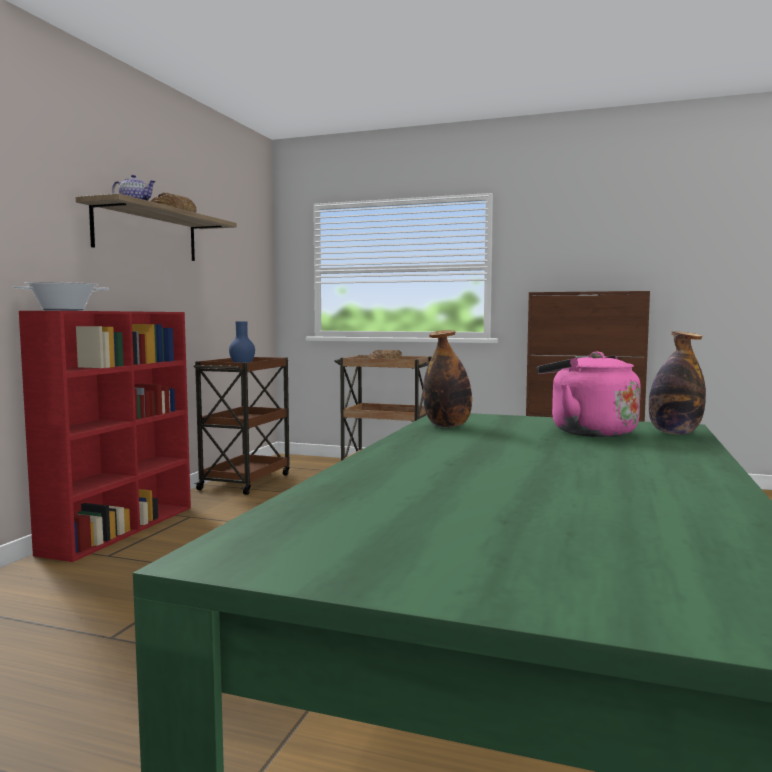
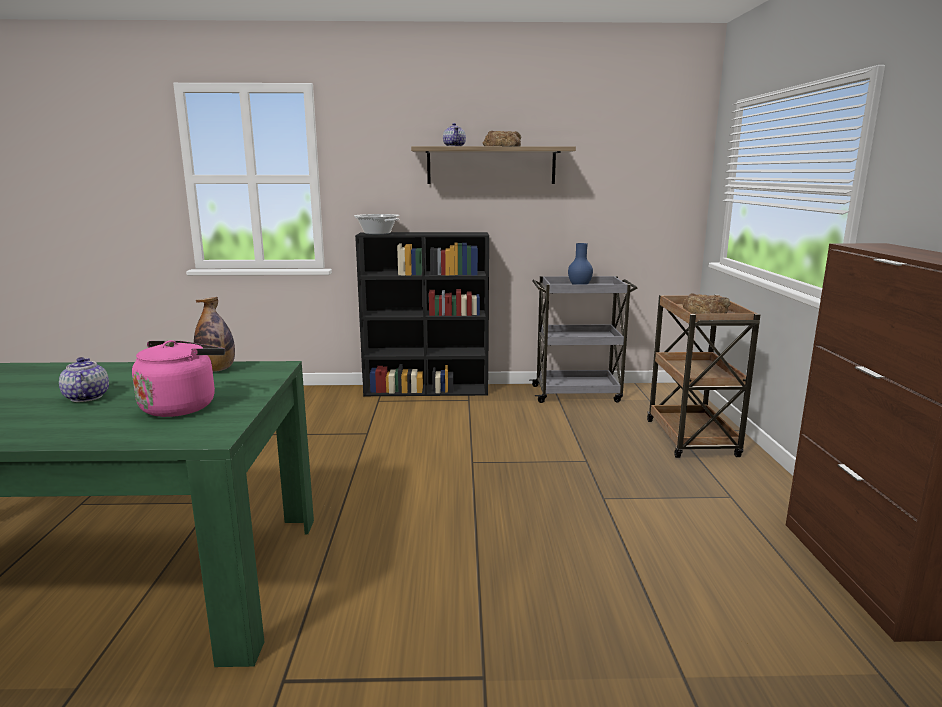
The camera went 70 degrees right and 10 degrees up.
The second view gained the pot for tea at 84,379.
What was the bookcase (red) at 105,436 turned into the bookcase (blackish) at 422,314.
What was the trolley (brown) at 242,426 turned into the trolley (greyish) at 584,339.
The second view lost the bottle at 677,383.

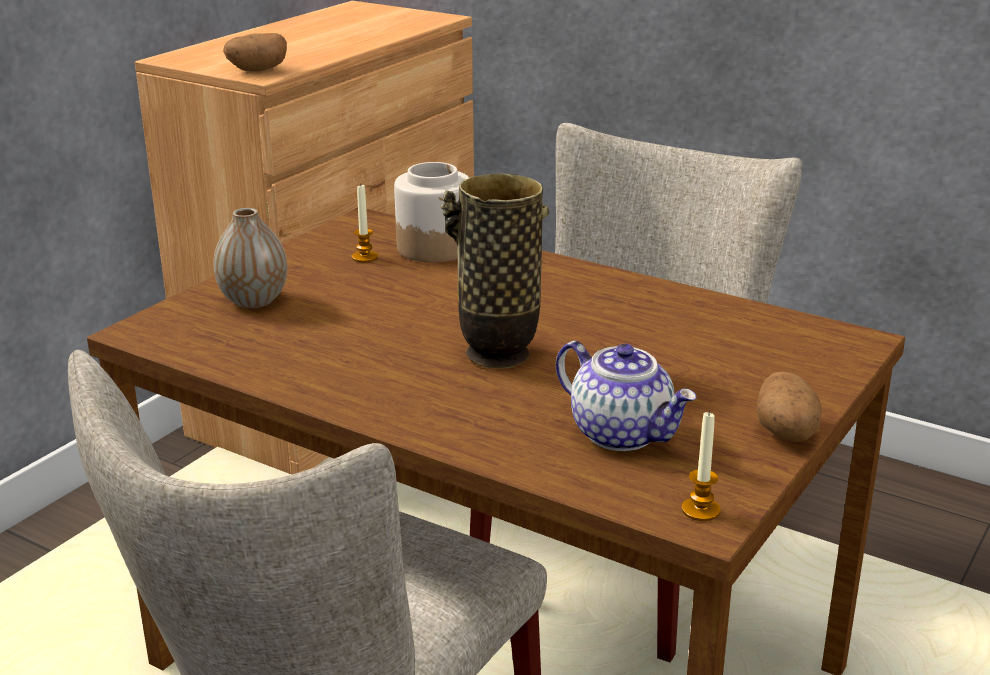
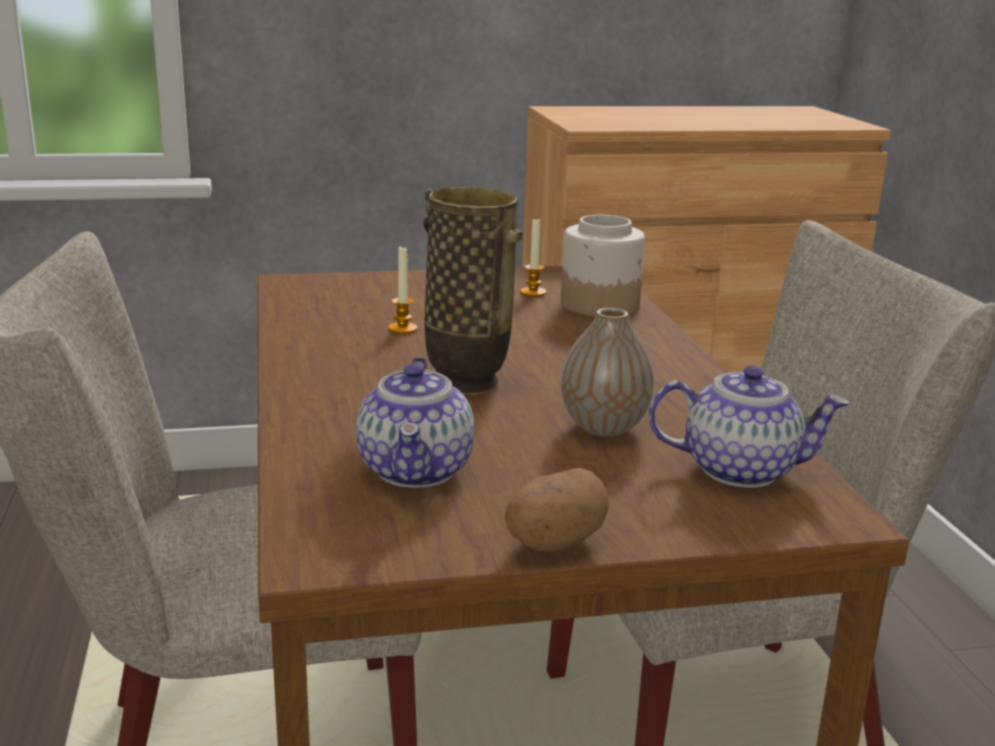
The camera went 45 degrees right and 5 degrees down.
The wax light ended up elsewhere, having gone from 701,466 to 402,290.
The vase ended up elsewhere, having gone from 250,258 to 607,372.
The second view gained the pot for tea at 749,426.
The second view lost the potato at 255,52.

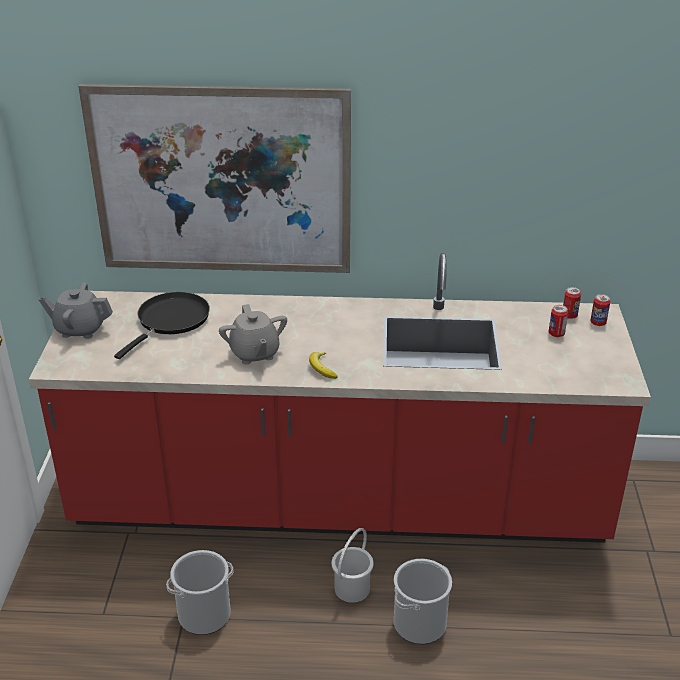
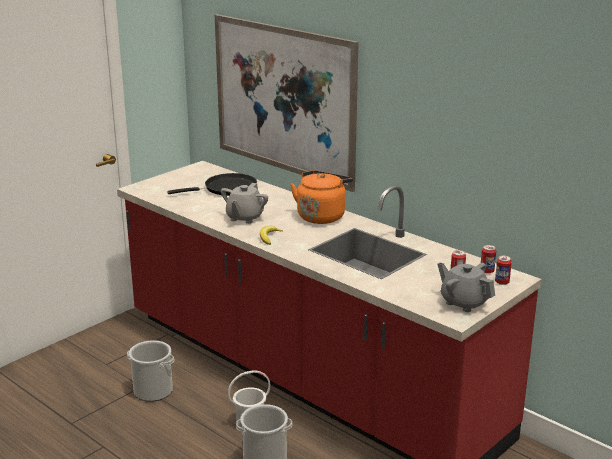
The camera went 40 degrees right and 10 degrees down.
The second view gained the water kettle (orange) at 321,197.
The pot for tea (greyish) ended up elsewhere, having gone from 76,310 to 466,287.

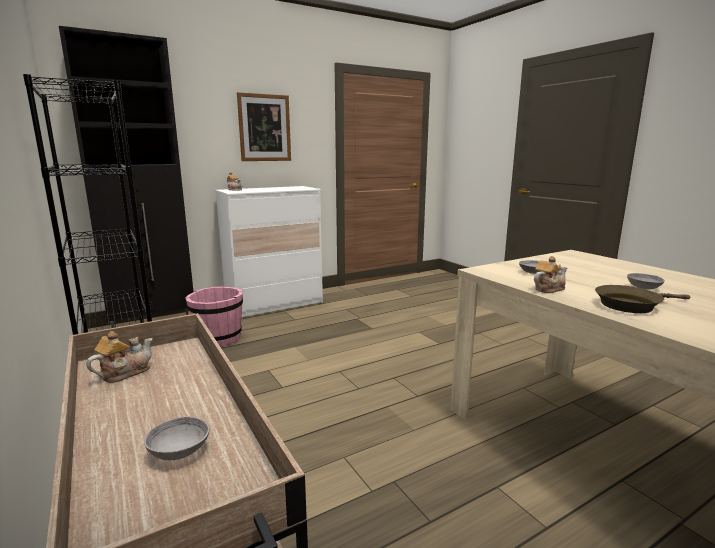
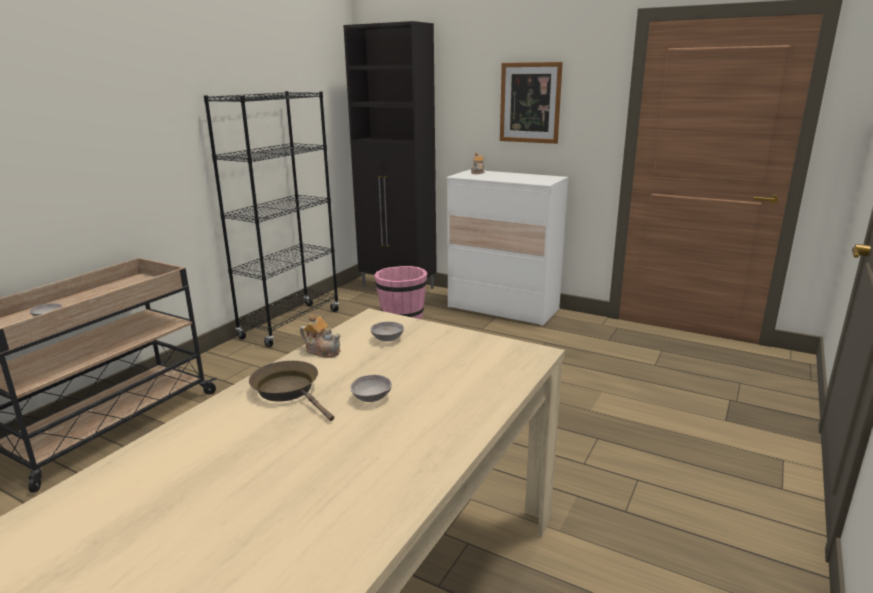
The camera went 60 degrees right and 5 degrees up.
The second view lost the pot for tea at 119,357.

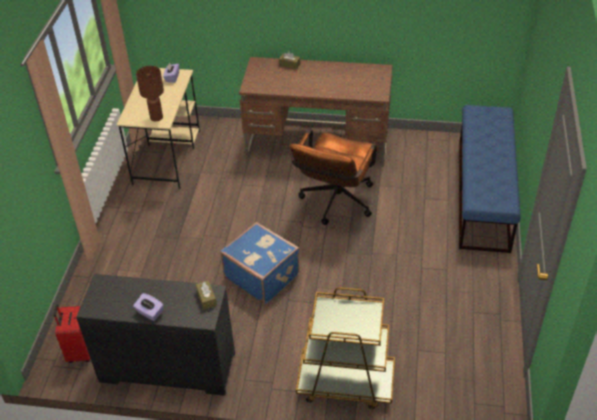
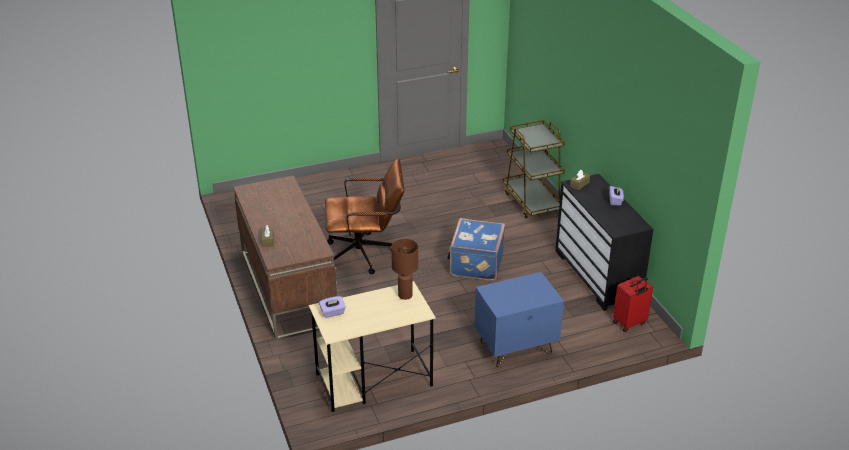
The camera went 120 degrees left and 10 degrees down.
The second view gained the night table (blue-coloured) at 519,319.
The second view lost the bench (blue-coloured) at 490,179.

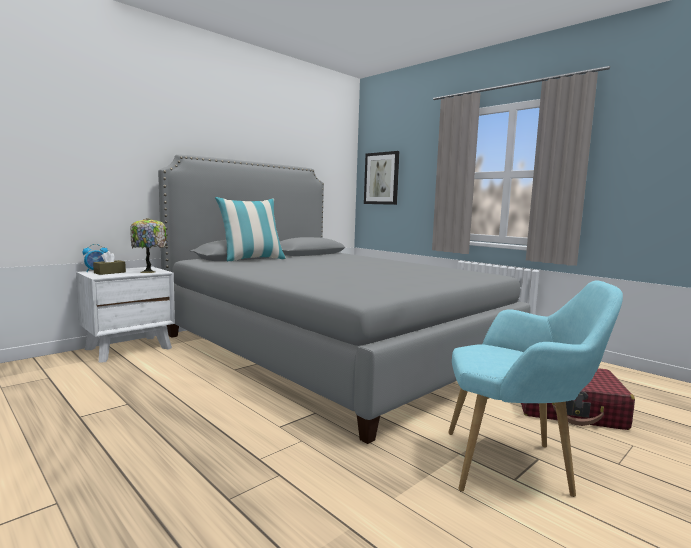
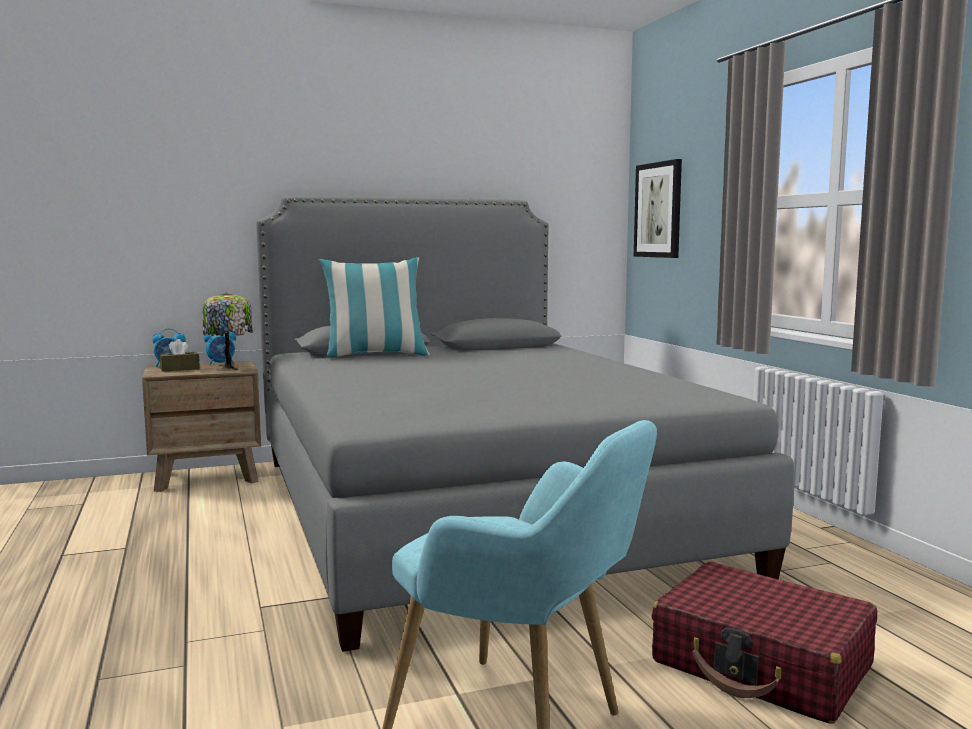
The camera went 25 degrees right and 0 degrees up.
What was the night table (whitish) at 125,315 turned into the night table (brown) at 201,426.
The second view gained the alarm clock at 220,348.

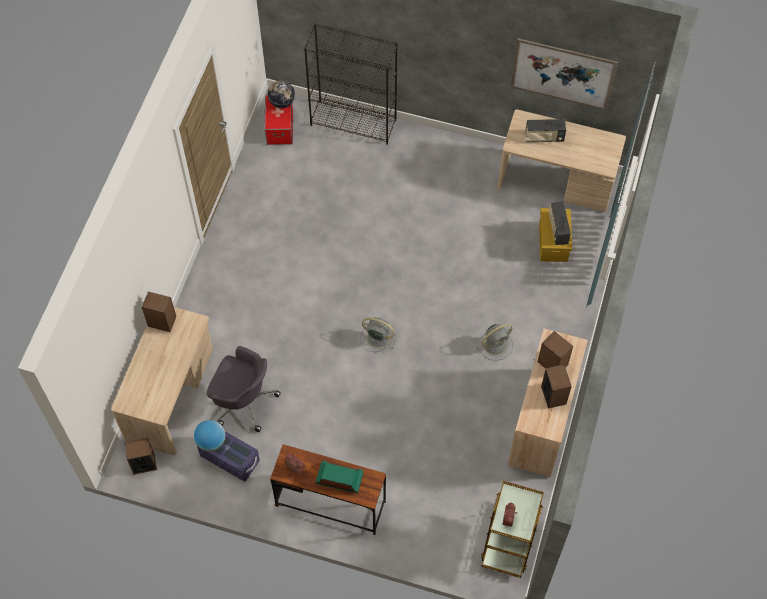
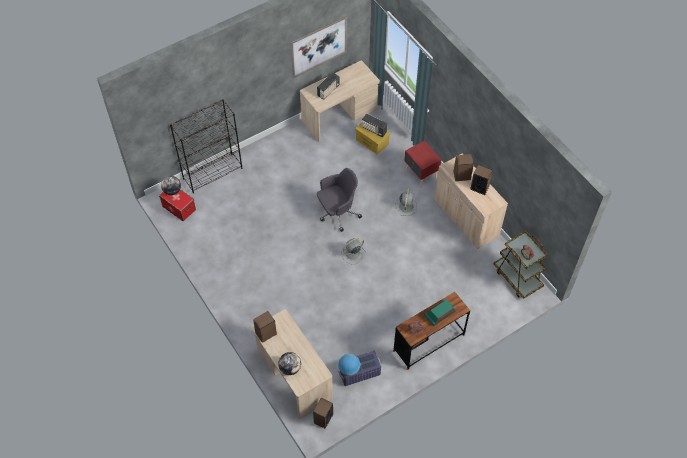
The camera went 50 degrees left and 5 degrees down.
The second view gained the desk globe at 289,363.
The computer chair (greyish) ended up elsewhere, having gone from 244,389 to 339,200.
The second view gained the night table (red) at 422,163.

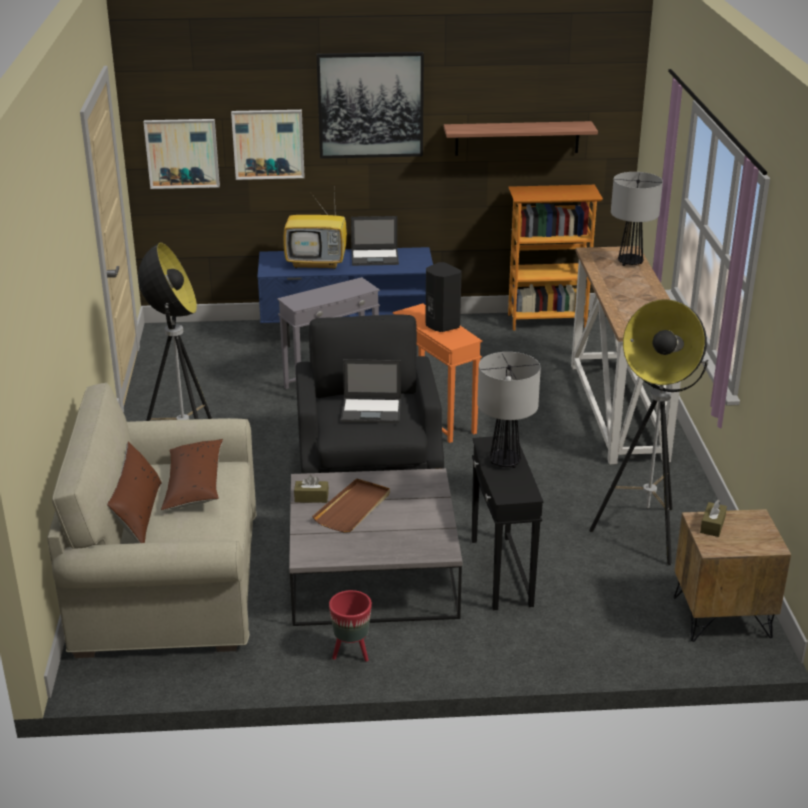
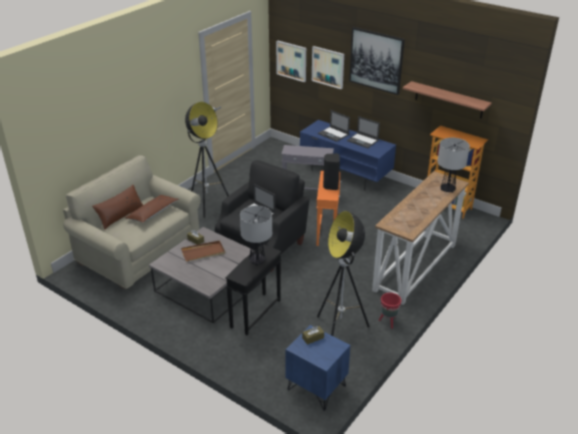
The camera went 40 degrees right and 5 degrees up.
What was the night table (brown) at 732,575 turned into the night table (blue-coloured) at 317,368.
Where the television stood at 315,229, the notebook computer came to stand at 334,126.
The flower pot (red) ended up elsewhere, having gone from 350,626 to 390,311.

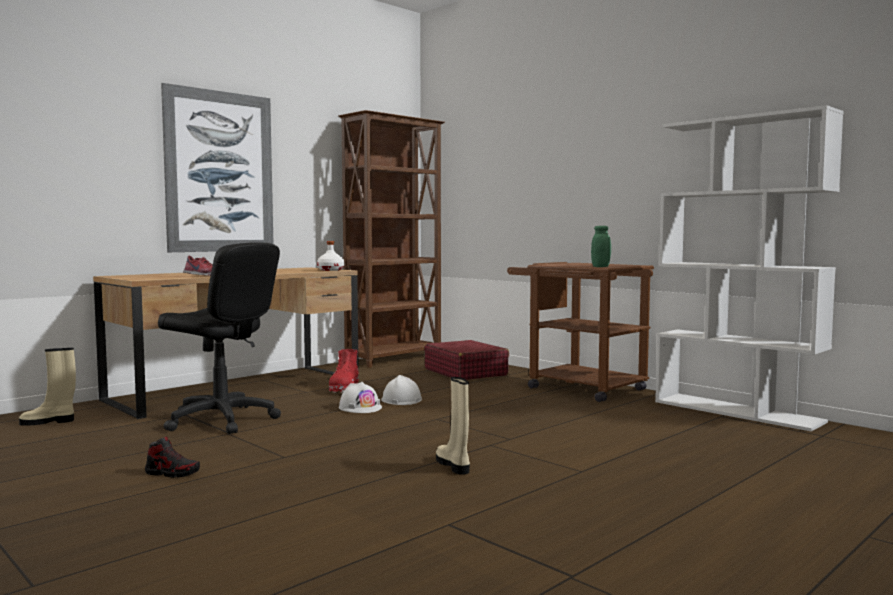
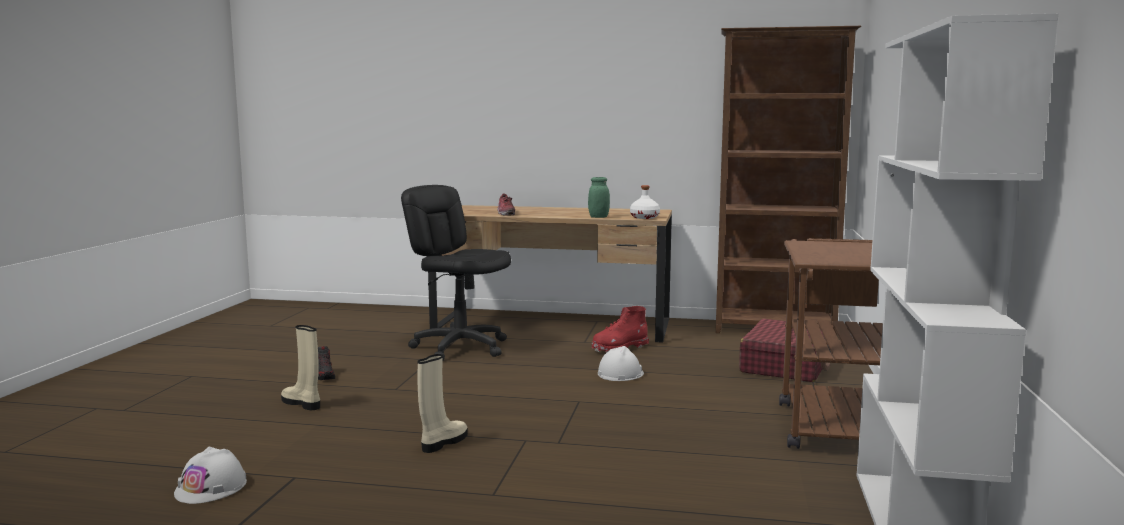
The camera went 55 degrees right and 5 degrees up.
The safety helmet (whitish) ended up elsewhere, having gone from 360,397 to 210,475.
The high-top boot (beige-coloured) ended up elsewhere, having gone from 47,387 to 300,367.
The computer chair (blackish) at 219,338 ended up facing another way, 135 degrees clockwise from before.
The jar (green) ended up elsewhere, having gone from 601,246 to 599,197.
The second view lost the wall art at 217,167.

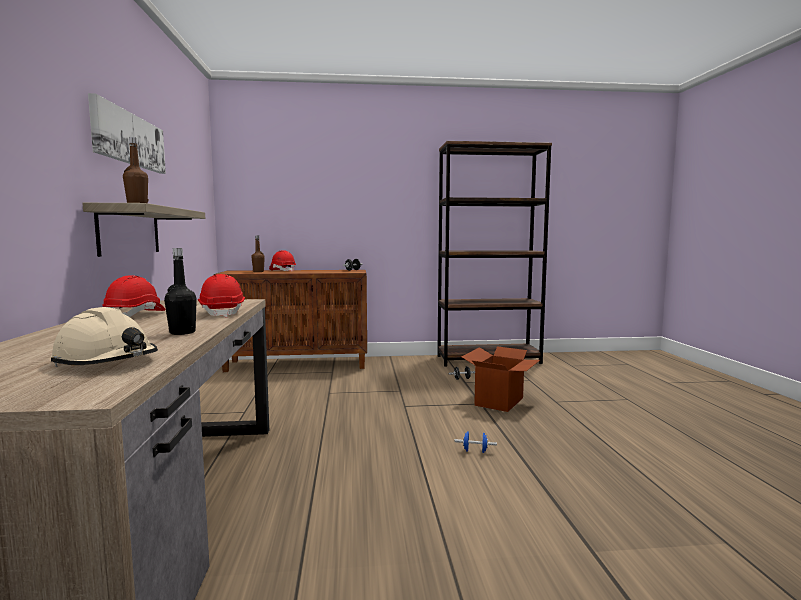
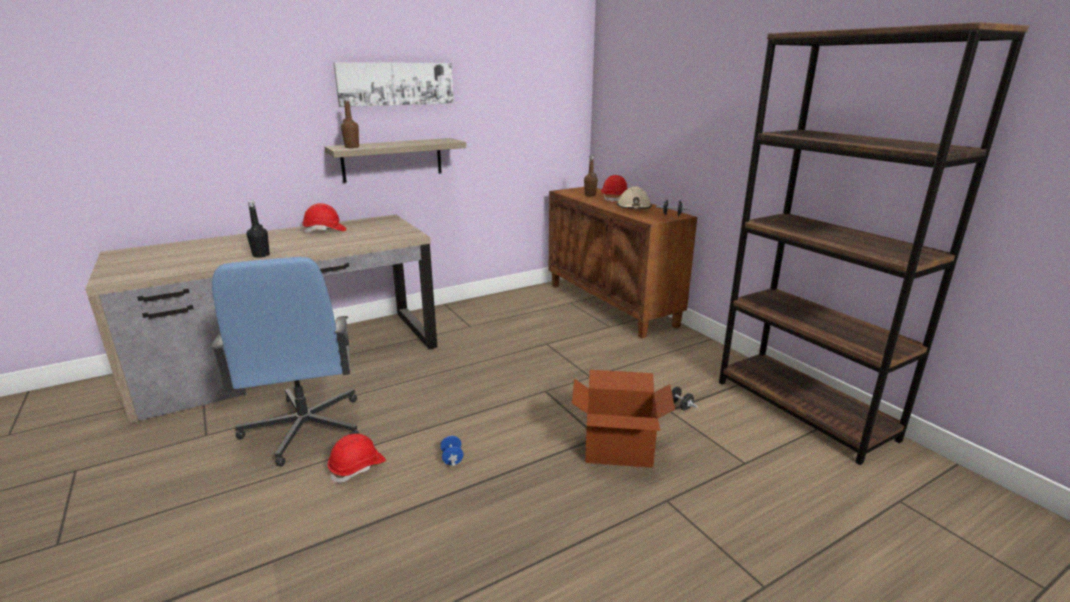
The camera went 65 degrees right and 15 degrees up.
The second view gained the computer chair (blue-coloured) at 285,362.
The safety helmet (red) ended up elsewhere, having gone from 221,295 to 357,458.
The safety helmet (beige-coloured) ended up elsewhere, having gone from 104,337 to 634,197.

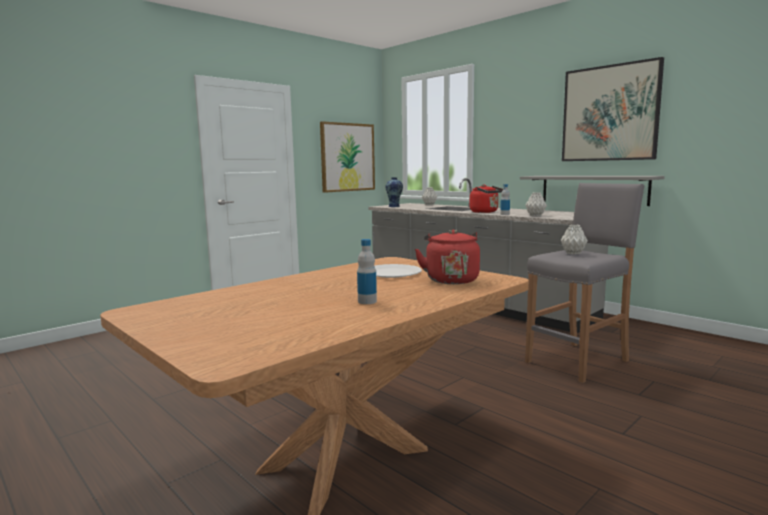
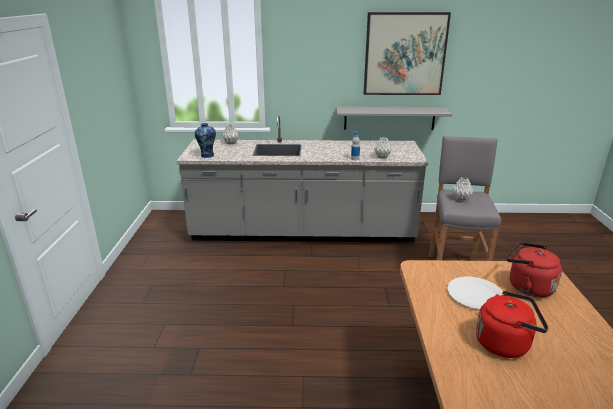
The camera went 45 degrees left and 15 degrees up.
The water kettle (red) ended up elsewhere, having gone from 486,198 to 512,324.
The second view lost the wall art at 347,157.
The second view lost the bottle at 367,271.

